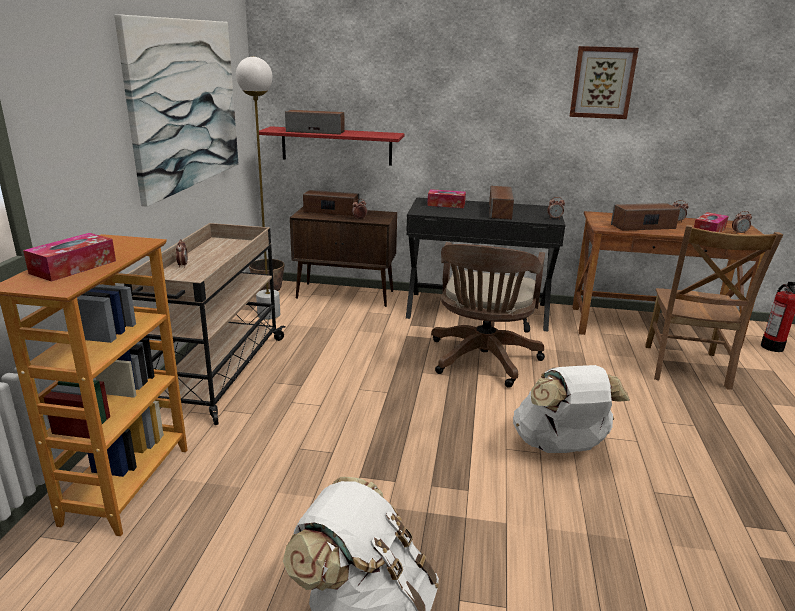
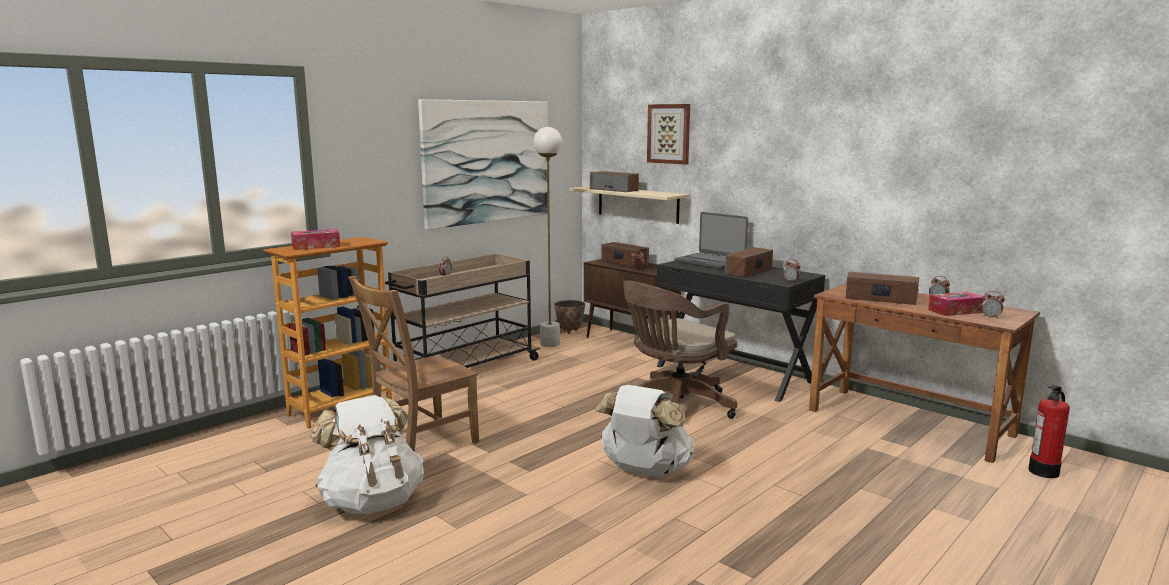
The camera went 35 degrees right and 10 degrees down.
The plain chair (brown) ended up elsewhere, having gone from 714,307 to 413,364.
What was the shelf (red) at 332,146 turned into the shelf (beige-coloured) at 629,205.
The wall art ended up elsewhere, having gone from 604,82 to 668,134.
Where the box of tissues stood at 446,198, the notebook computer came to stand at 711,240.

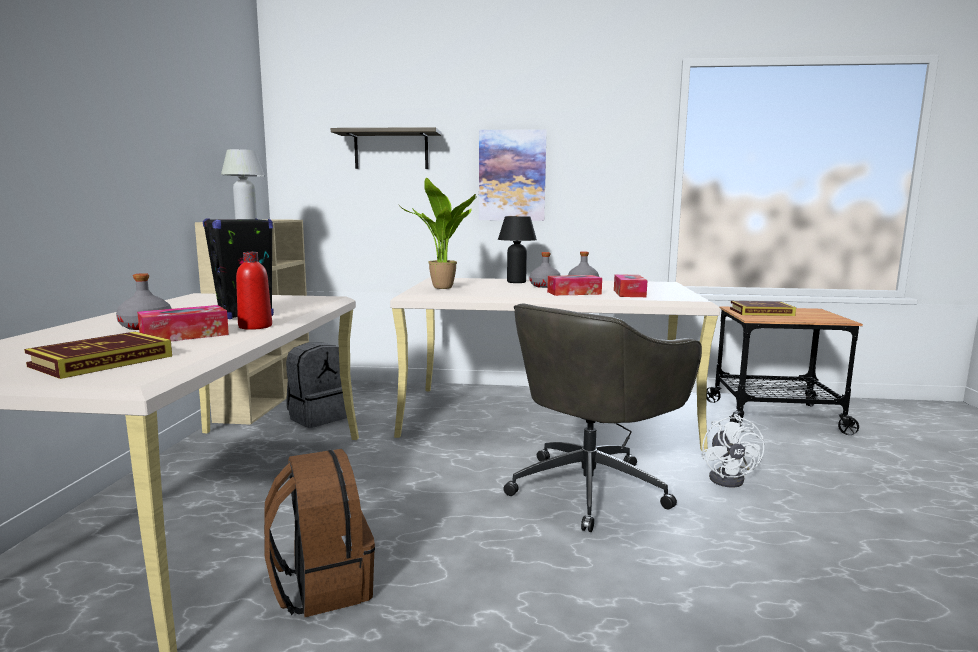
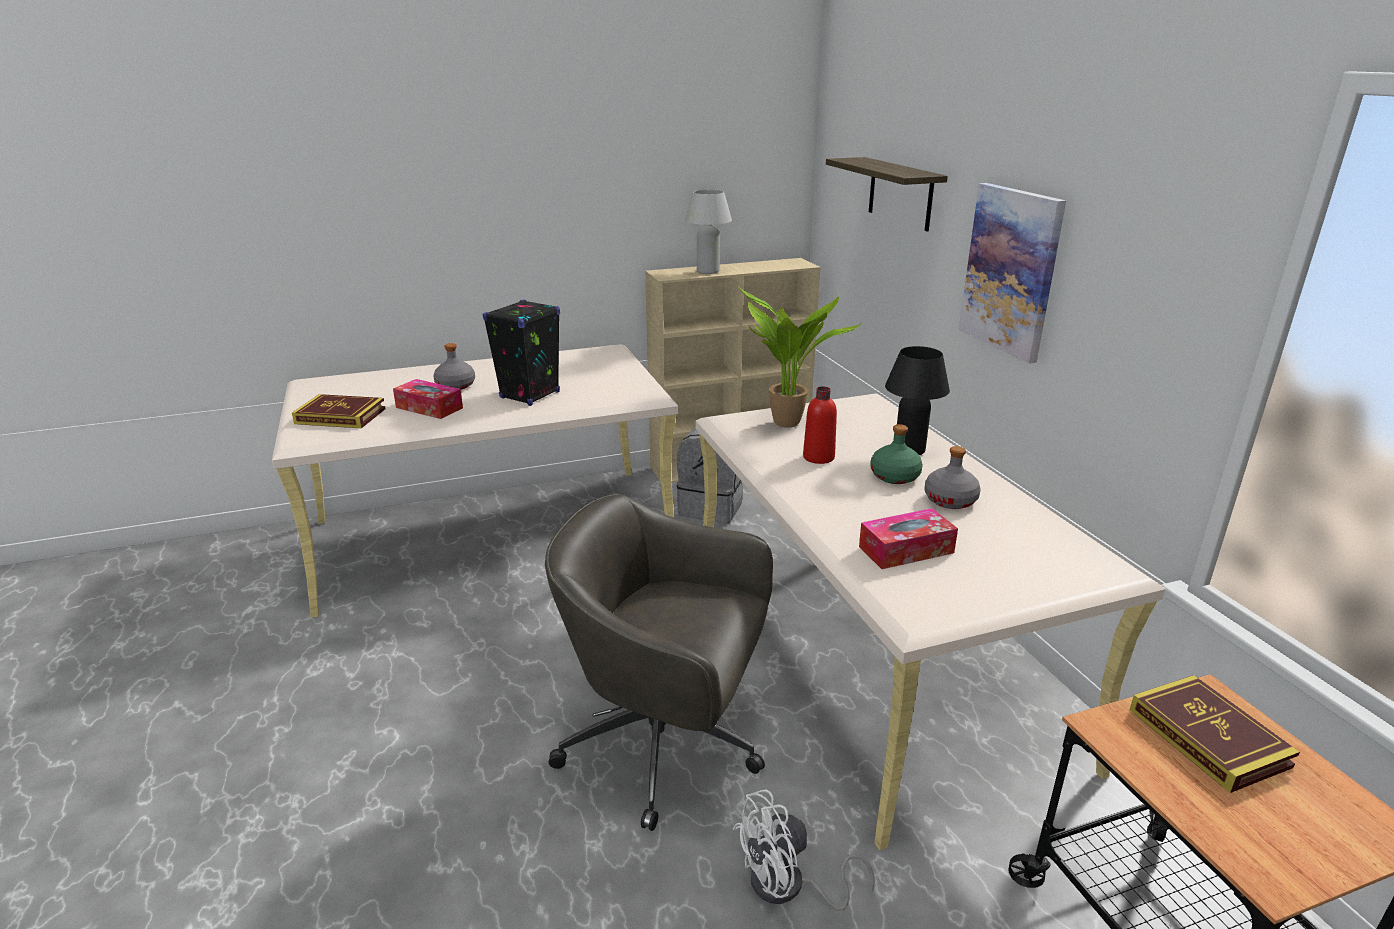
The camera went 65 degrees right and 15 degrees up.
The bottle (red) ended up elsewhere, having gone from 254,291 to 820,425.
What was the bottle (greyish) at 545,270 turned into the bottle (green) at 896,454.
The second view lost the knapsack (brown) at 319,533.
The second view lost the box of tissues at 574,285.

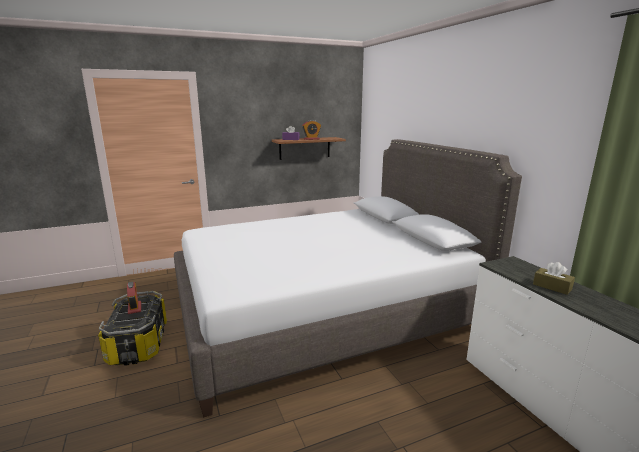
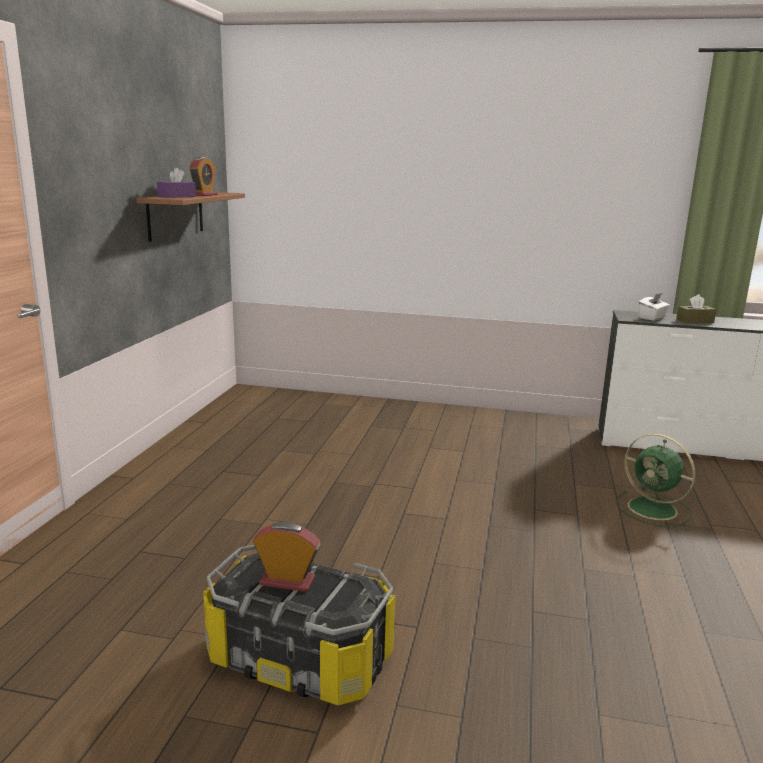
The camera went 55 degrees left and 0 degrees up.
The second view gained the electric fan (green) at 656,480.
The second view gained the box of tissues (whitish) at 654,307.
The second view lost the sleeping bed (greyish) at 348,278.

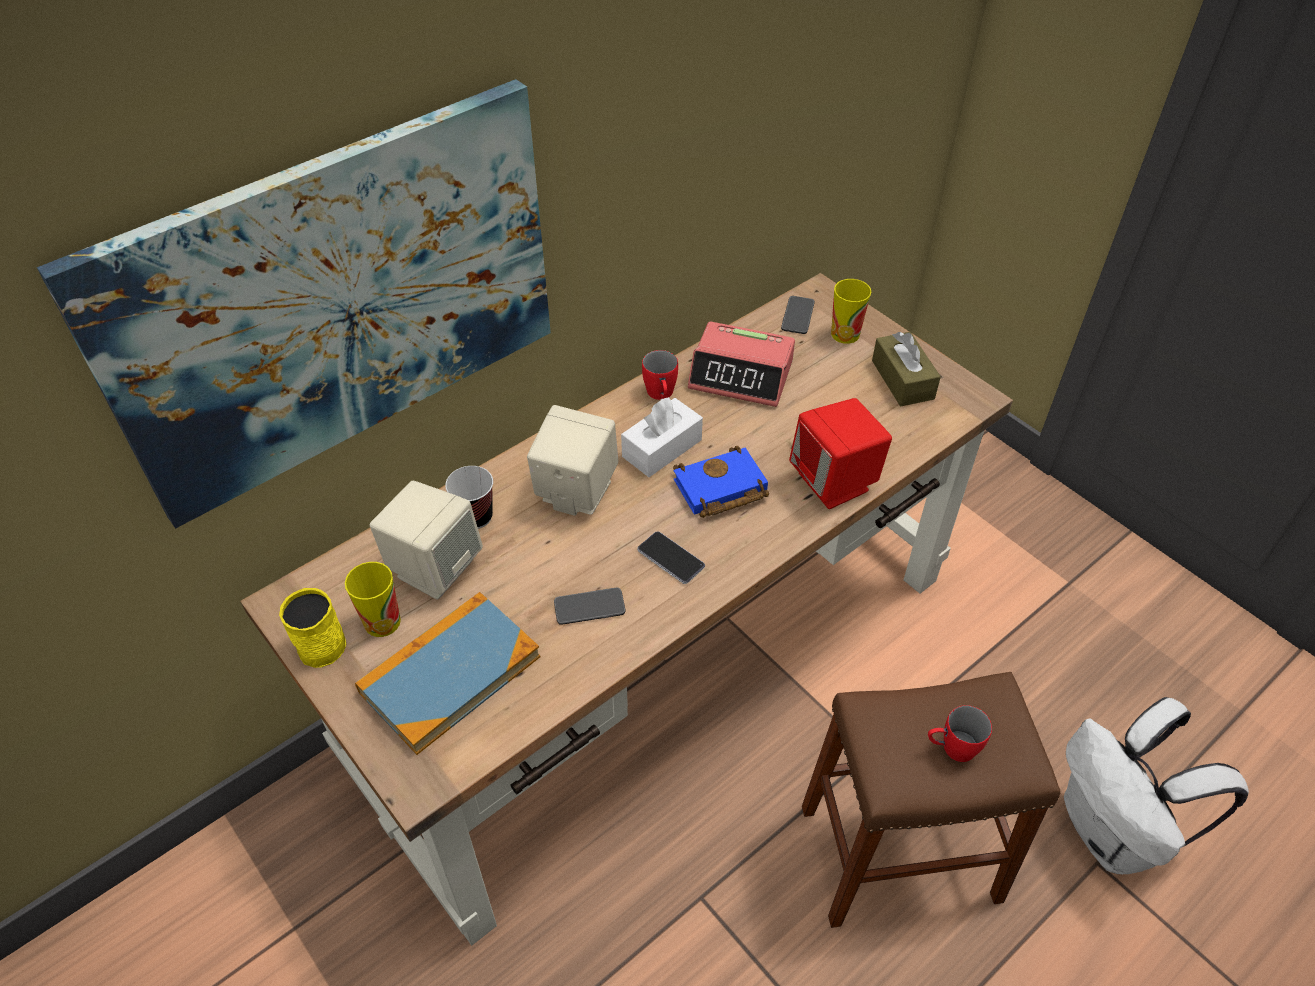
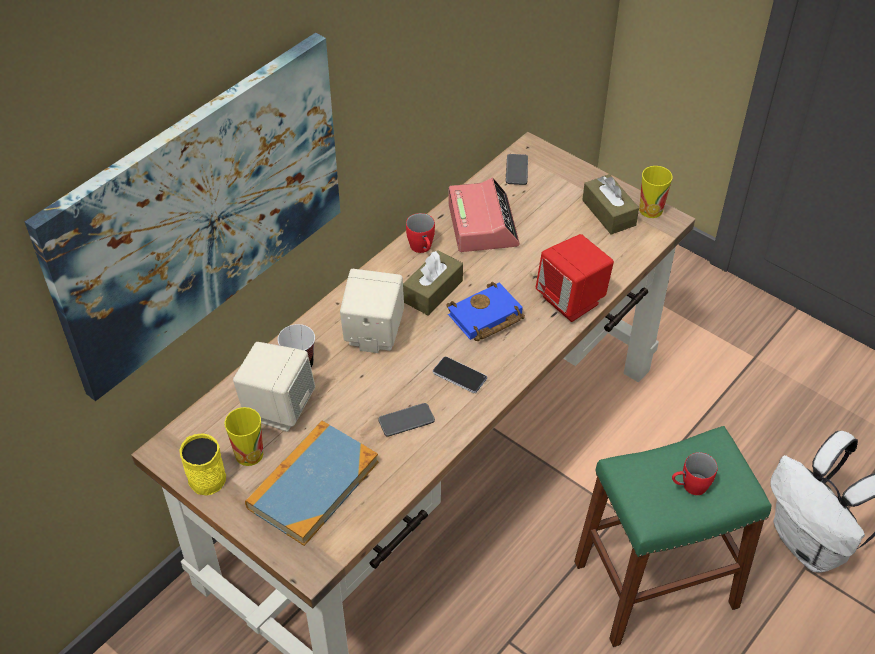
The camera went 10 degrees left and 0 degrees up.
What was the box of tissues (whitish) at 662,436 turned into the box of tissues (brown) at 433,283.
The alarm clock at 741,364 ended up facing another way, 105 degrees counterclockwise from before.
What was the stool seat (brown) at 931,800 turned into the stool seat (green) at 672,536.
The drinking cup ended up elsewhere, having gone from 851,311 to 655,192.

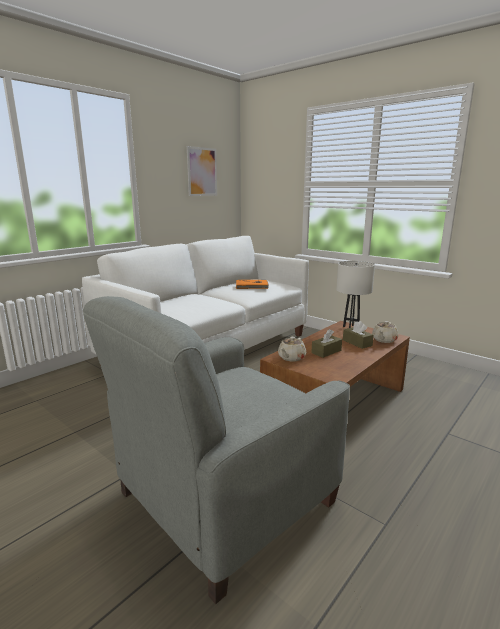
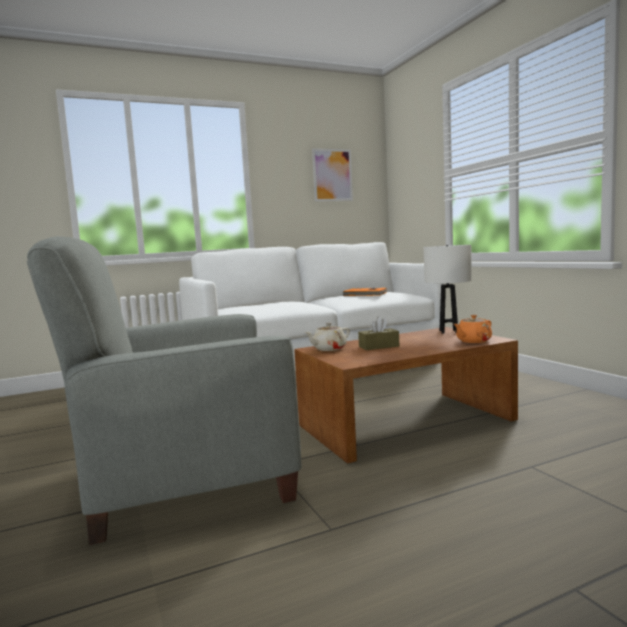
The camera went 25 degrees right and 10 degrees down.
What was the pot for tea (beige-coloured) at 385,332 turned into the pot for tea (orange) at 473,329.
The second view lost the box of tissues (brown) at 358,335.

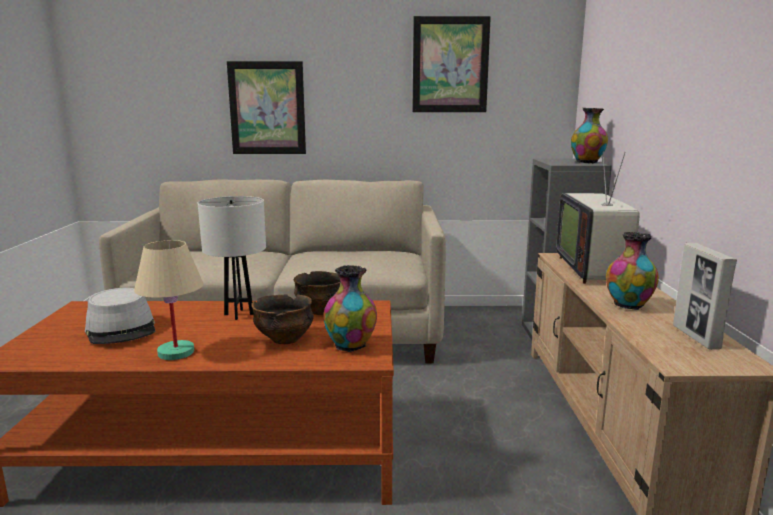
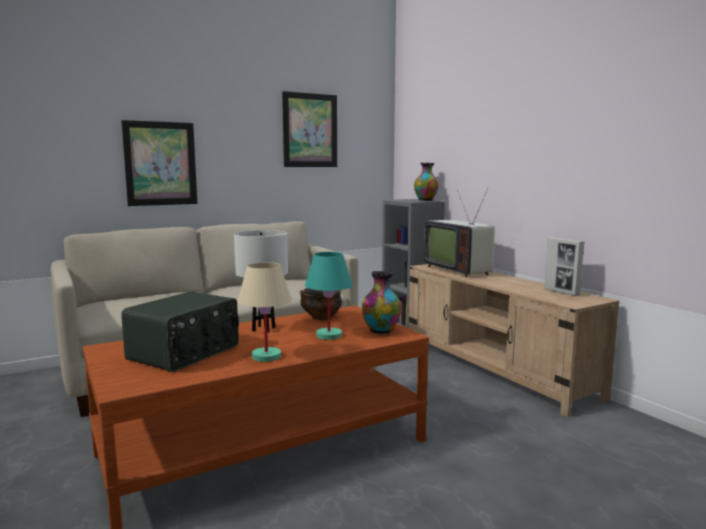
The camera went 30 degrees left and 5 degrees down.
Where the clothing hat (greyish) stood at 120,316, the radio set came to stand at 180,331.
Where the serving bowl stood at 282,319, the lamp for a table (turquoise-coloured) came to stand at 328,296.
The second view lost the vase at 632,271.

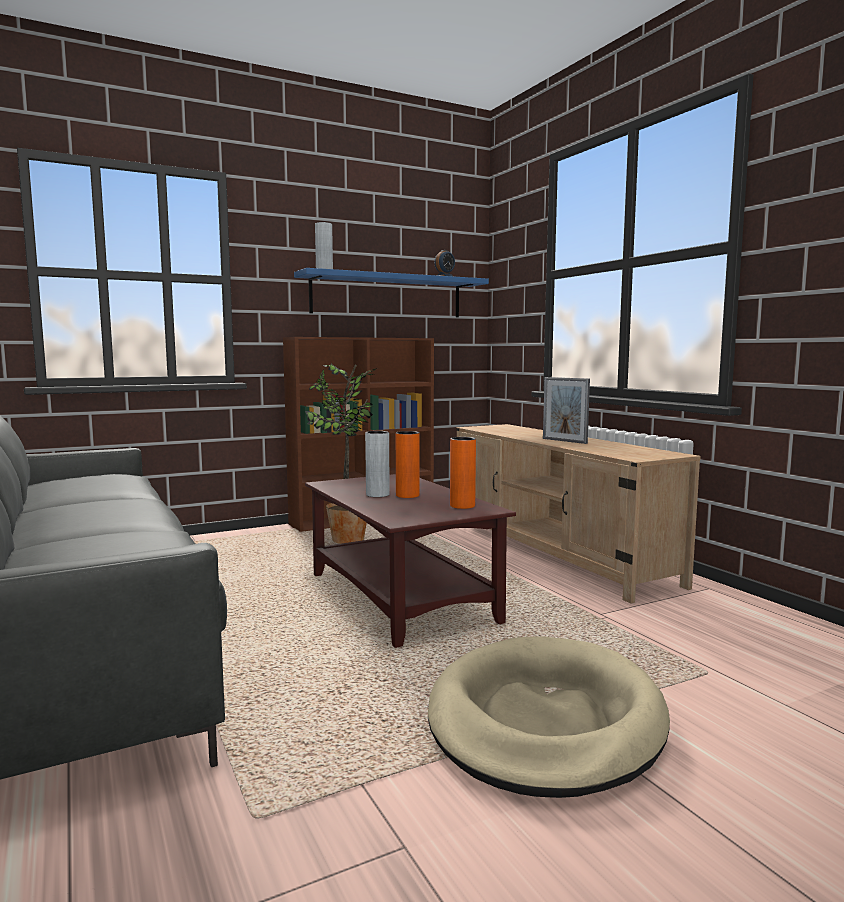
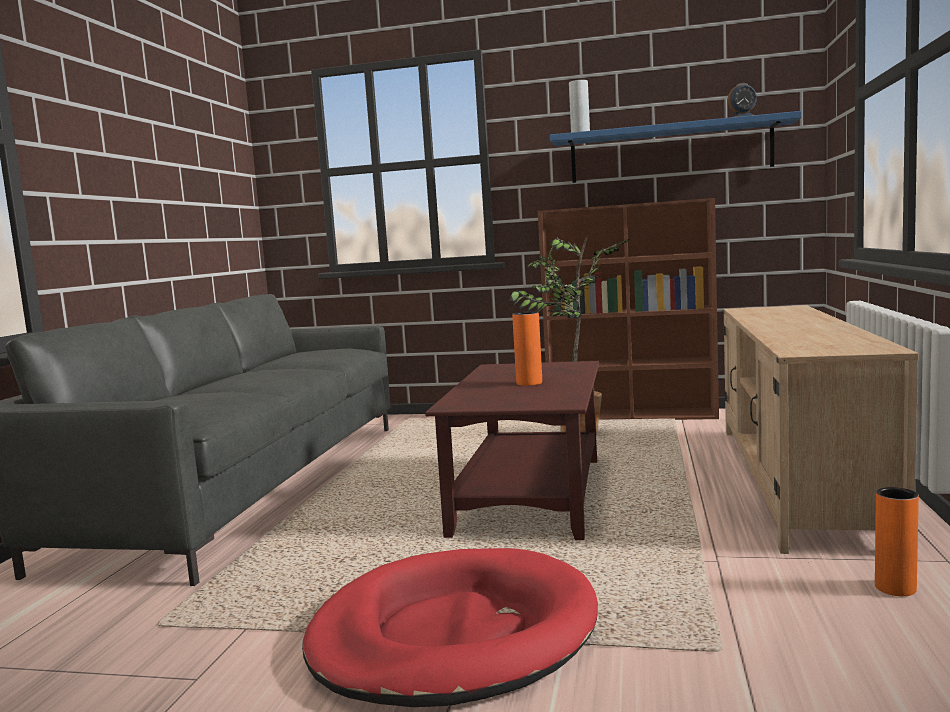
The camera went 40 degrees right and 0 degrees up.
What was the dog cushion (beige-coloured) at 549,717 turned into the dog cushion (red) at 450,627.
The vase (orange) ended up elsewhere, having gone from 463,473 to 897,541.
The second view lost the vase (greyish) at 377,464.
The second view lost the picture frame at 566,410.

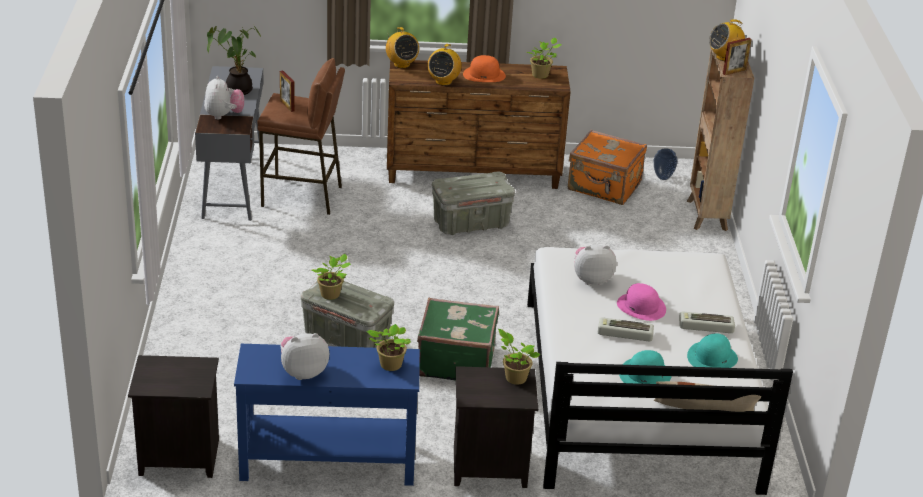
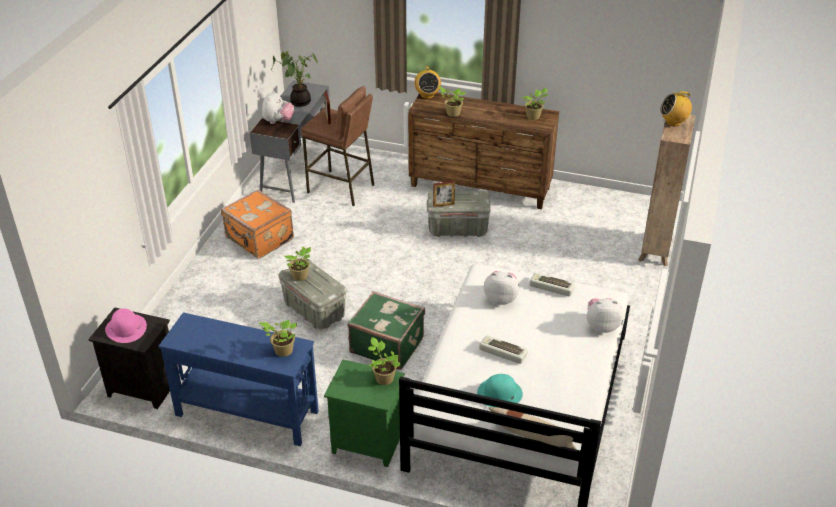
The camera went 20 degrees right and 5 degrees up.
The clothing hat (pinkish) ended up elsewhere, having gone from 641,302 to 126,325.
The suitcase (orange) ended up elsewhere, having gone from 607,167 to 257,224.
What was the night table (blackish) at 496,427 turned into the night table (green) at 364,413.
The picture frame ended up elsewhere, having gone from 737,56 to 444,194.
Where the radio set stood at 444,65, the plant in a pot came to stand at 452,101.
The PC keyboard ended up elsewhere, having gone from 707,322 to 552,284.
The soft toy ended up elsewhere, having gone from 304,356 to 605,315.
The second view lost the clothing hat (orange) at 484,68.
The second view lost the vase at 666,164.
The second view lost the clothing hat (turquoise-coloured) at 712,350.

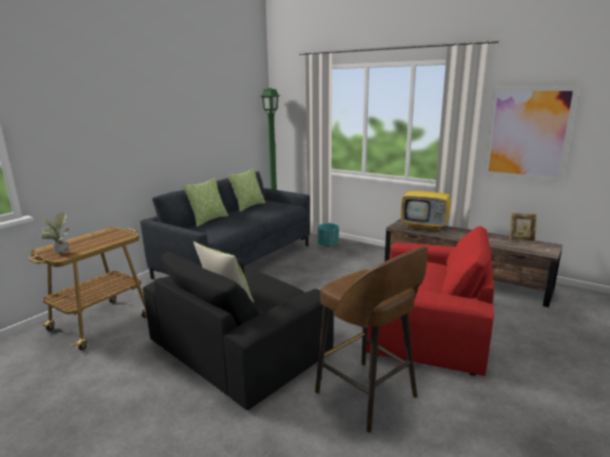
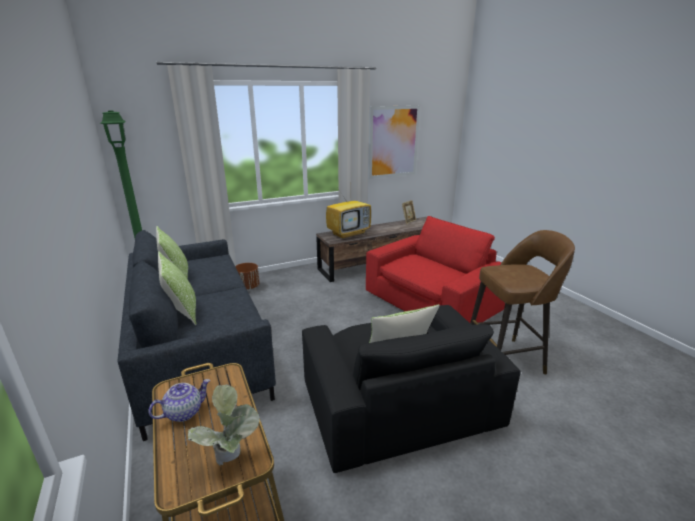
The camera went 60 degrees left and 5 degrees up.
The second view gained the pot for tea at 179,400.
What was the flower pot (turquoise-coloured) at 328,235 turned into the flower pot (brown) at 247,276.

